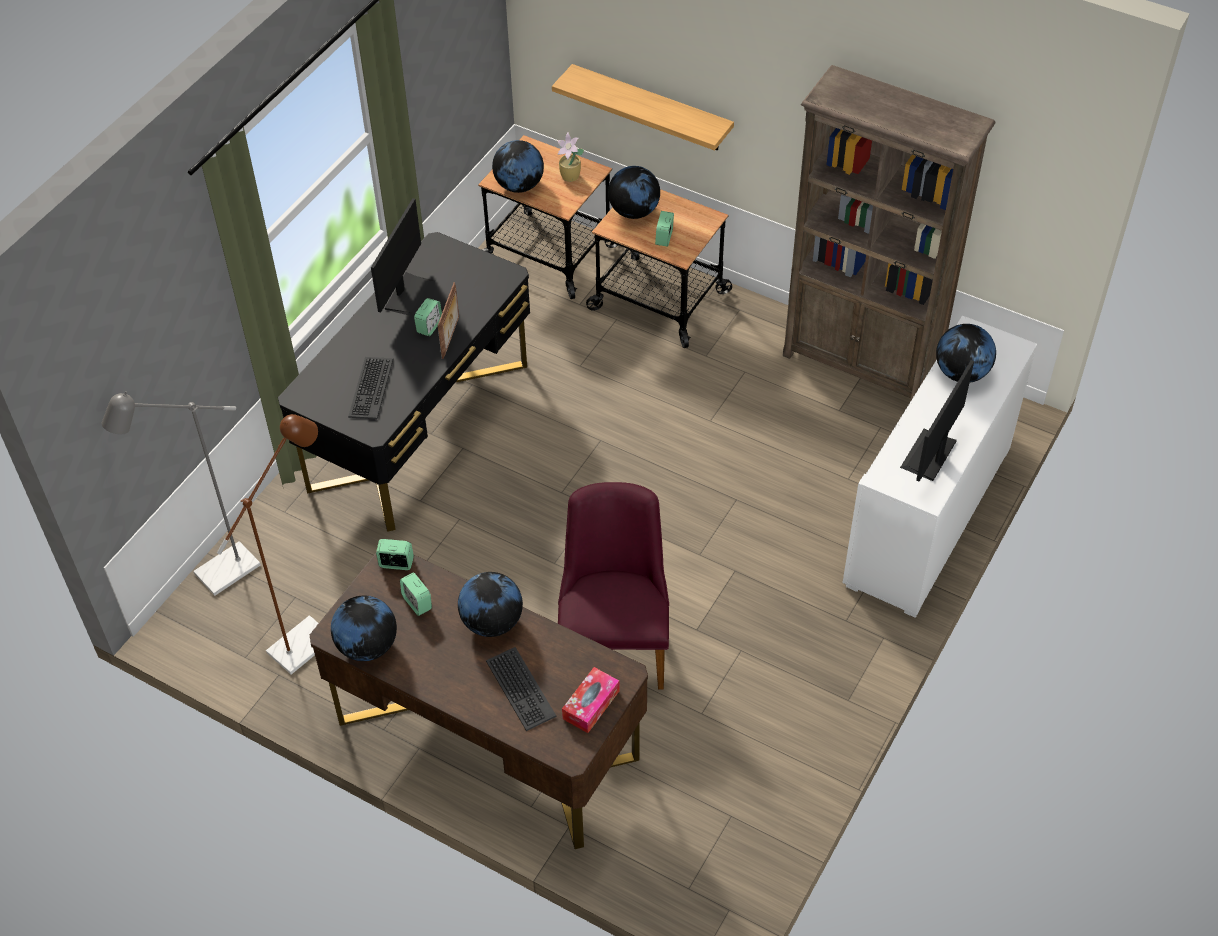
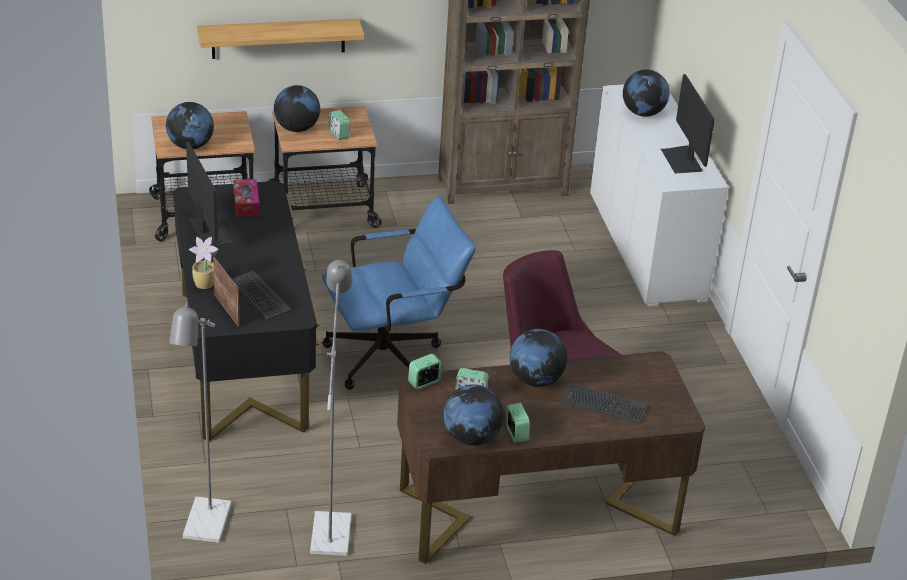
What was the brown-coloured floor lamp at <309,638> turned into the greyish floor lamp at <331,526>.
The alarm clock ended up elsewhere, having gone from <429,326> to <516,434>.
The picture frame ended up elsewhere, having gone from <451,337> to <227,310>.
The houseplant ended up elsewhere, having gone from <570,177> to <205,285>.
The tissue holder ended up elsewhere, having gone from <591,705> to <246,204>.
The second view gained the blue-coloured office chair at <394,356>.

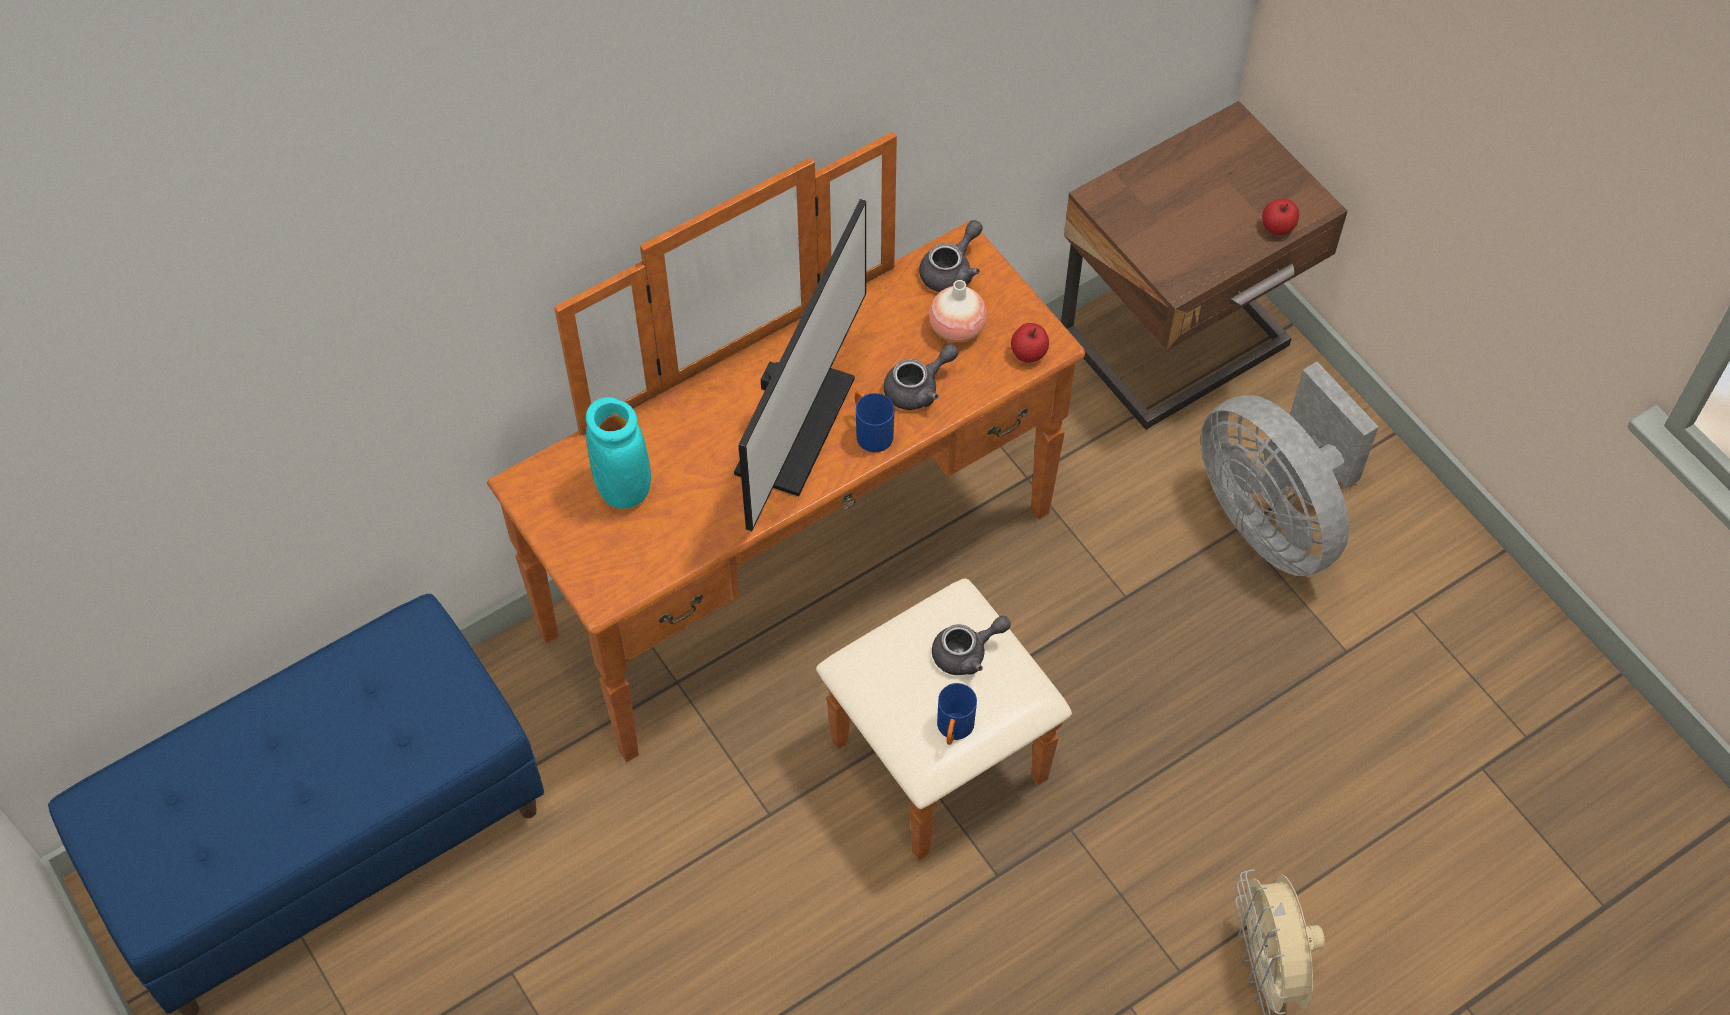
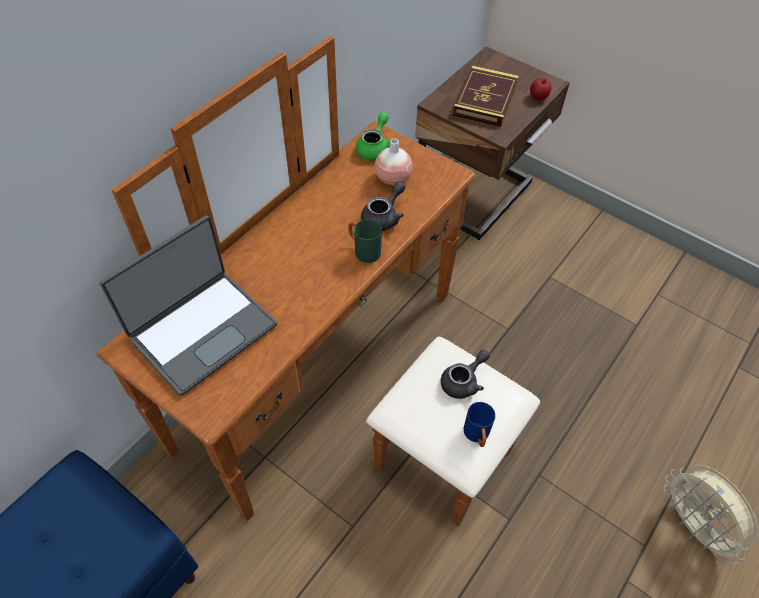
Where the turquoise-coloured vase stood at <623,487>, the notebook computer came to stand at <202,330>.
The second view lost the monitor at <795,426>.
What was the blue-coloured coffee mug at <870,431> turned into the green-coloured coffee mug at <363,250>.
What was the greyish teapot at <951,270> turned into the green-coloured teapot at <375,148>.
The second view lost the apple fruit at <1029,353>.
The second view lost the greyish fan at <1273,518>.
The second view gained the volume at <485,100>.

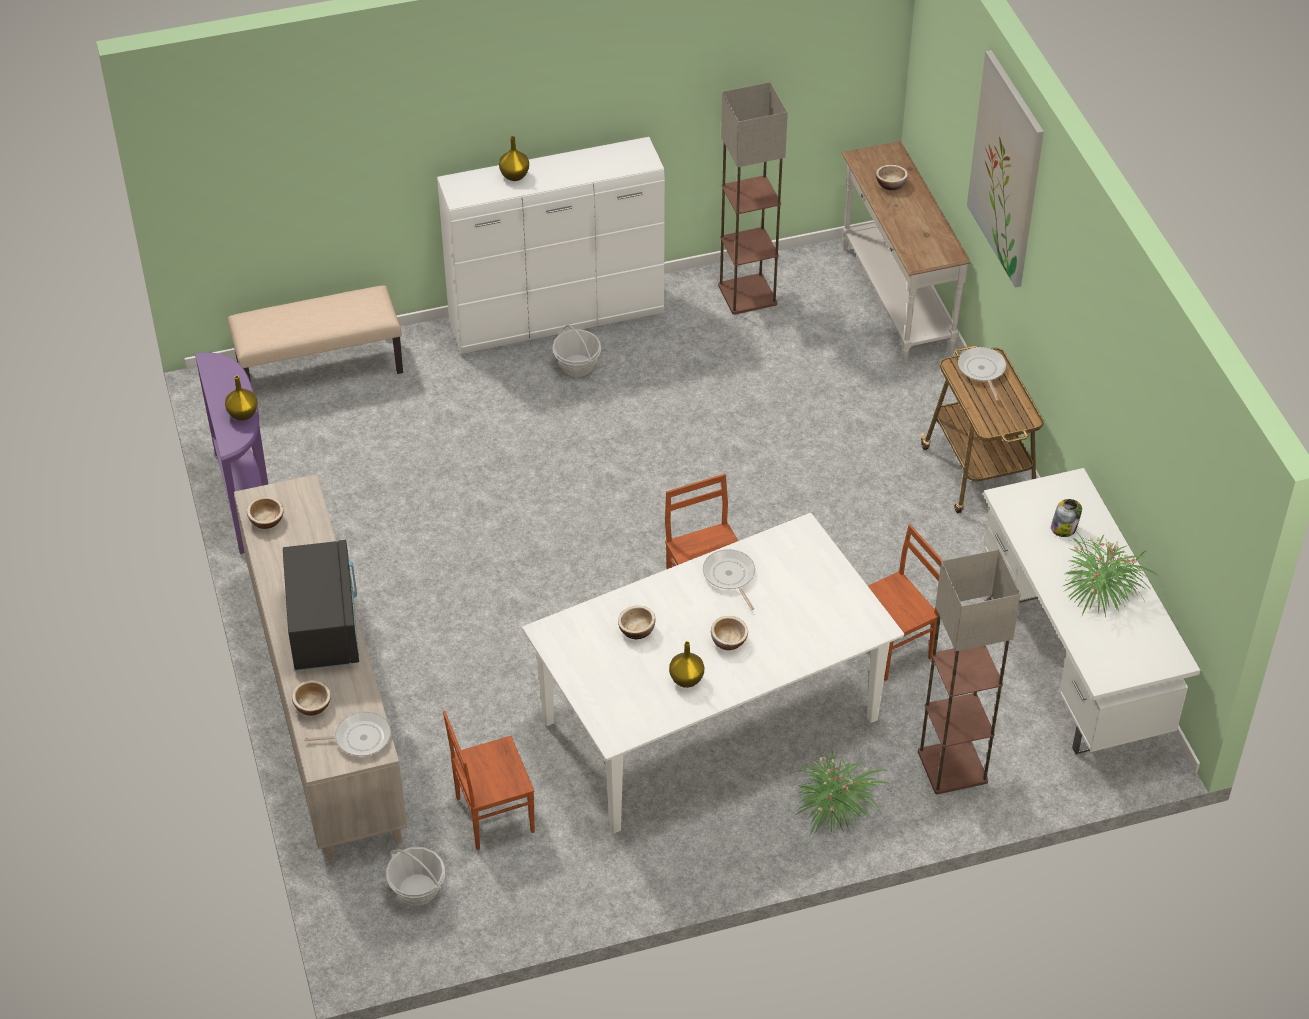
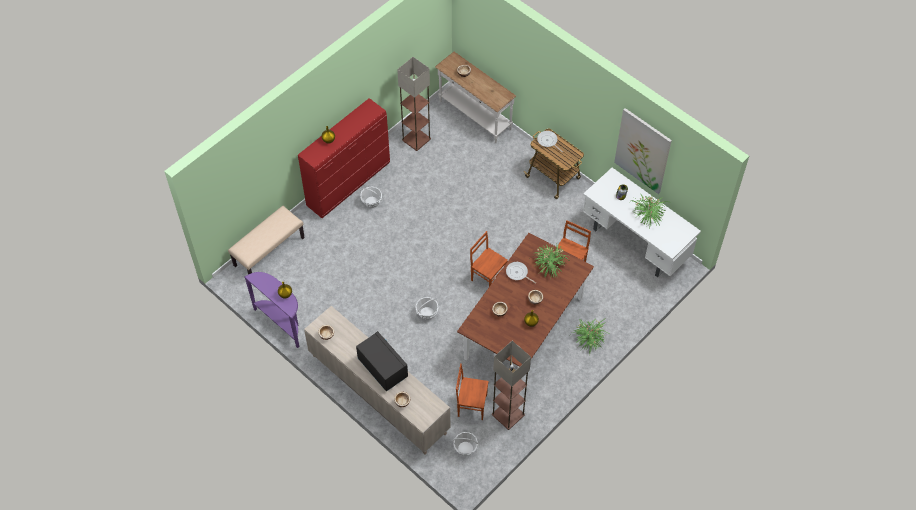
The second view lost the frying pan at <359,738>.
What was the whitish chest of drawers at <558,319> turned into the red-coloured chest of drawers at <349,184>.
The brown-coloured upright chair at <493,814> ended up facing another way, 60 degrees clockwise from before.
What was the whitish kitchen table at <710,721> turned into the brown-coloured kitchen table at <524,328>.
The floor lamp ended up elsewhere, having gone from <951,766> to <507,414>.
The picture ended up elsewhere, having gone from <1006,169> to <642,151>.
The second view gained the basket at <427,313>.
The second view gained the houseplant at <549,264>.

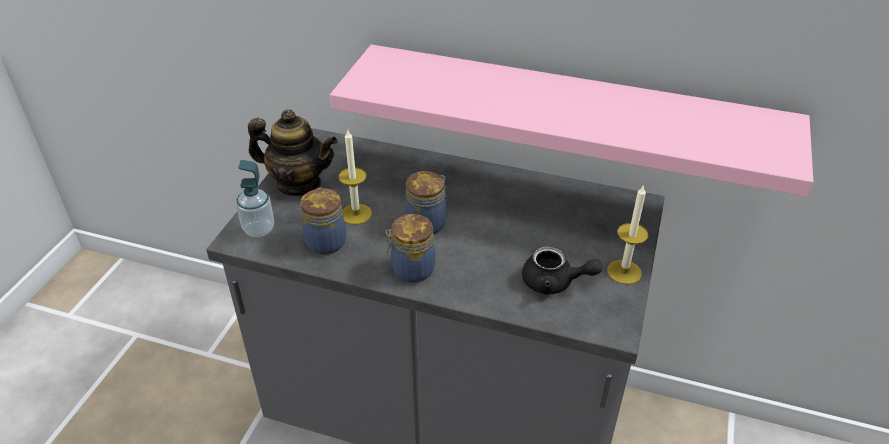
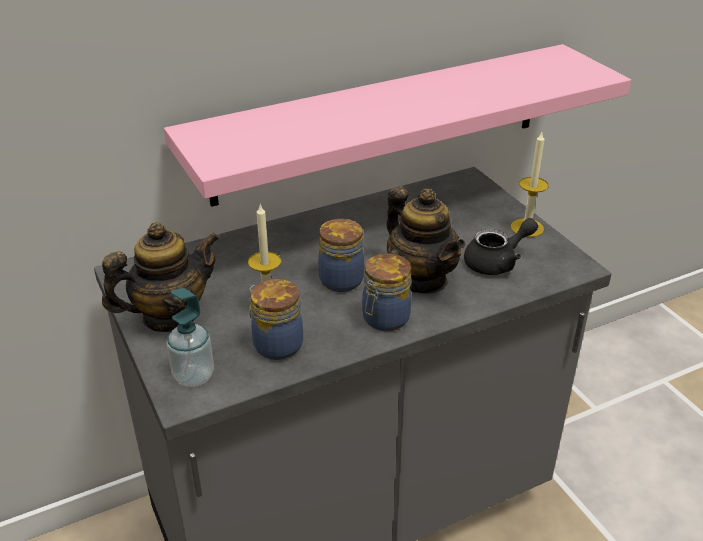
The second view gained the teapot at <421,279>.

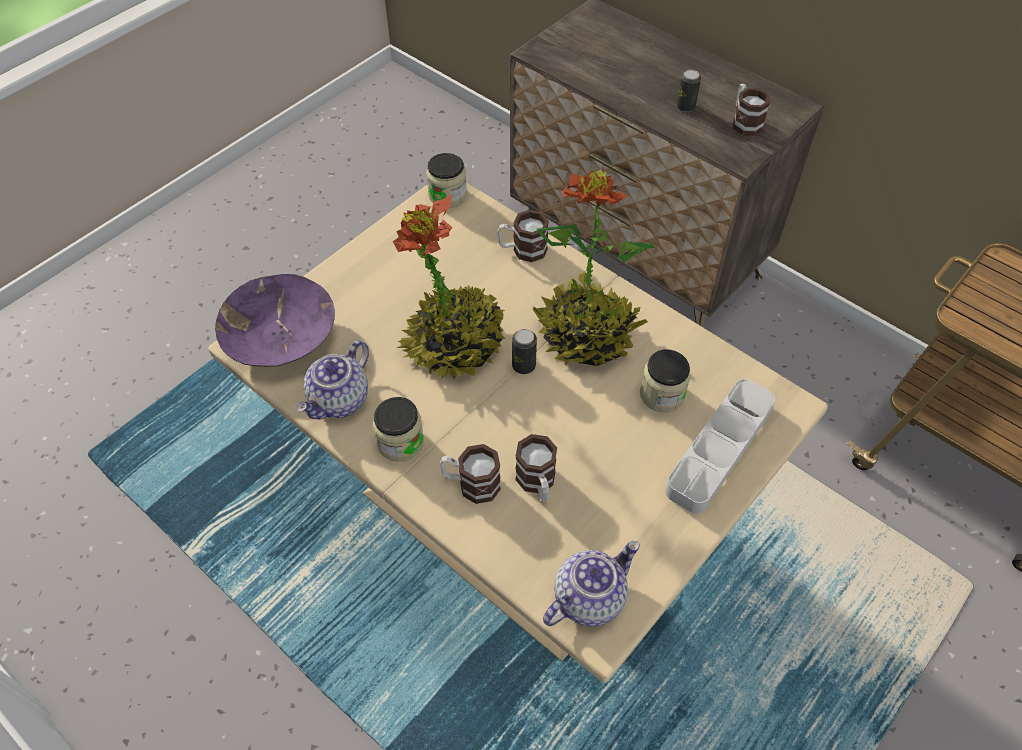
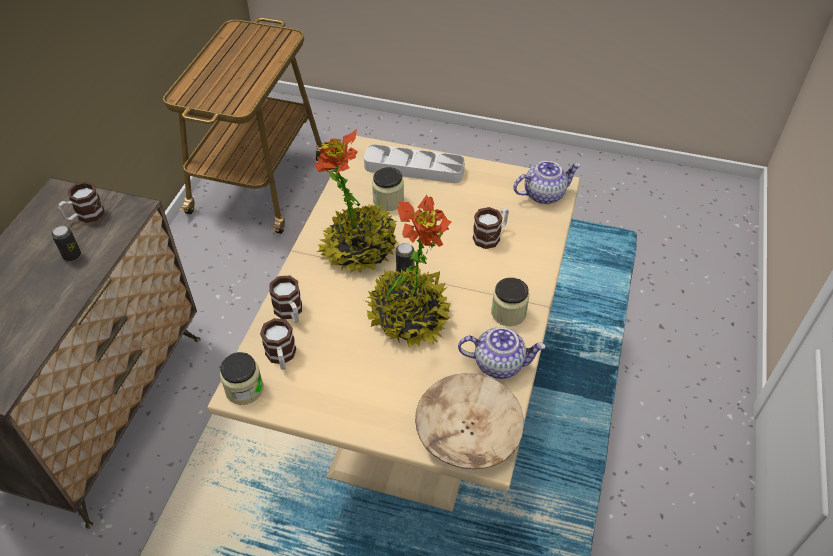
What was the purplish bowl at <281,337> turned into the beige-coloured bowl at <467,433>.
The coffee mug ended up elsewhere, having gone from <471,484> to <281,357>.
The teapot at <588,597> ended up facing another way, 135 degrees clockwise from before.

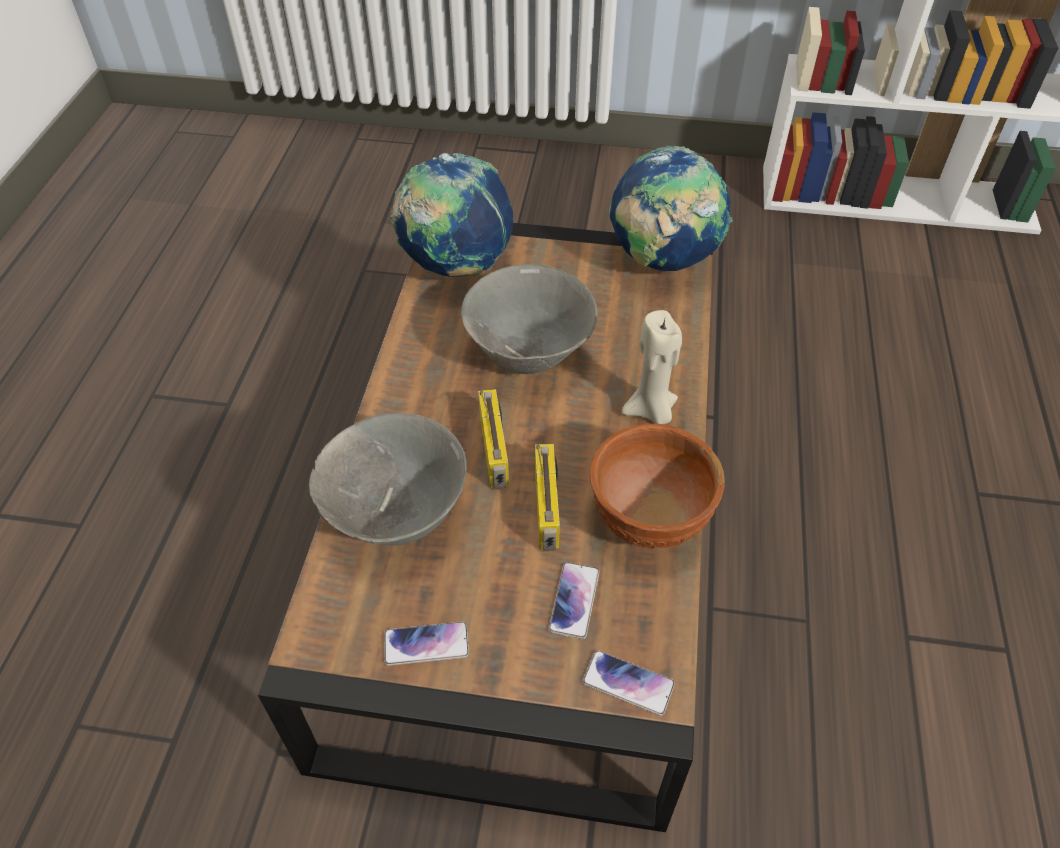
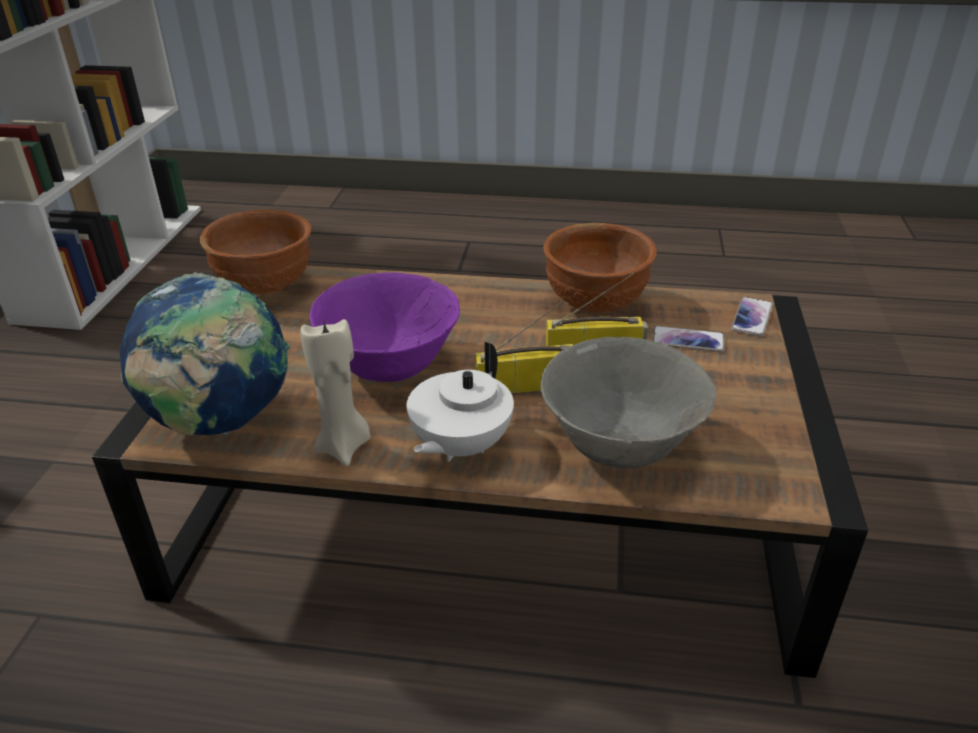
The second view lost the telephone at <426,644>.
What was the greyish bowl at <529,354> turned into the purplish bowl at <390,366>.
Where the globe stood at <662,261>, the brown-coloured bowl came to stand at <267,287>.
The beige-coloured wax light ended up elsewhere, having gone from <651,411> to <344,447>.
The second view gained the whitish teapot at <459,446>.

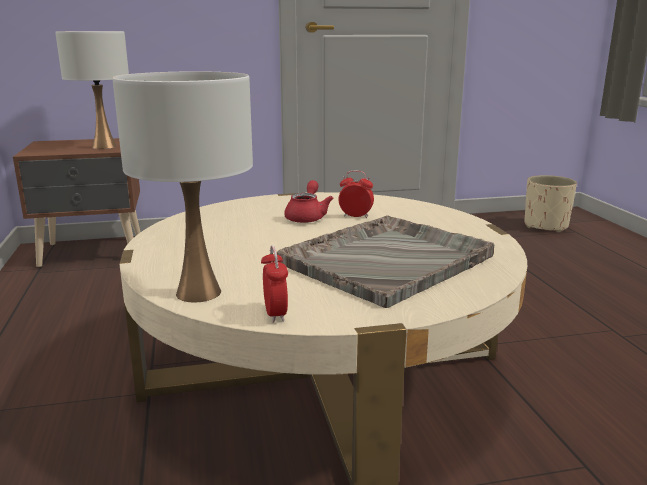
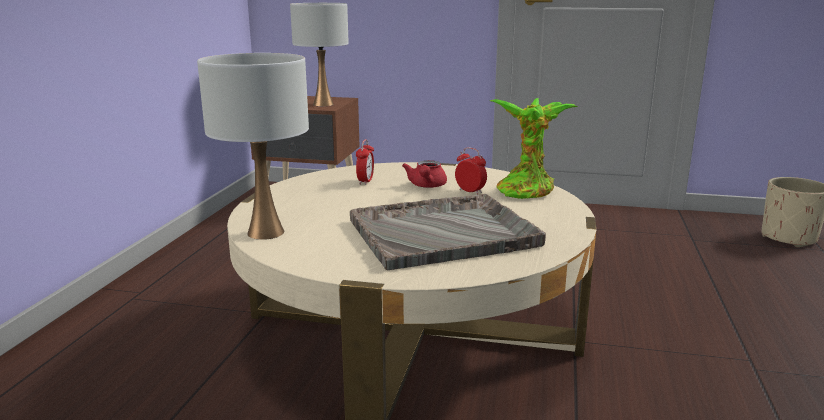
The alarm clock ended up elsewhere, having gone from <275,314> to <365,181>.
The red-coloured teapot at <307,217> ended up facing another way, 150 degrees clockwise from before.
The second view gained the houseplant at <526,189>.

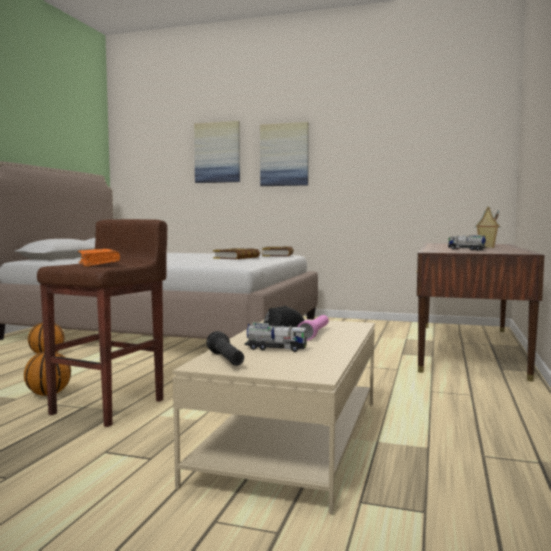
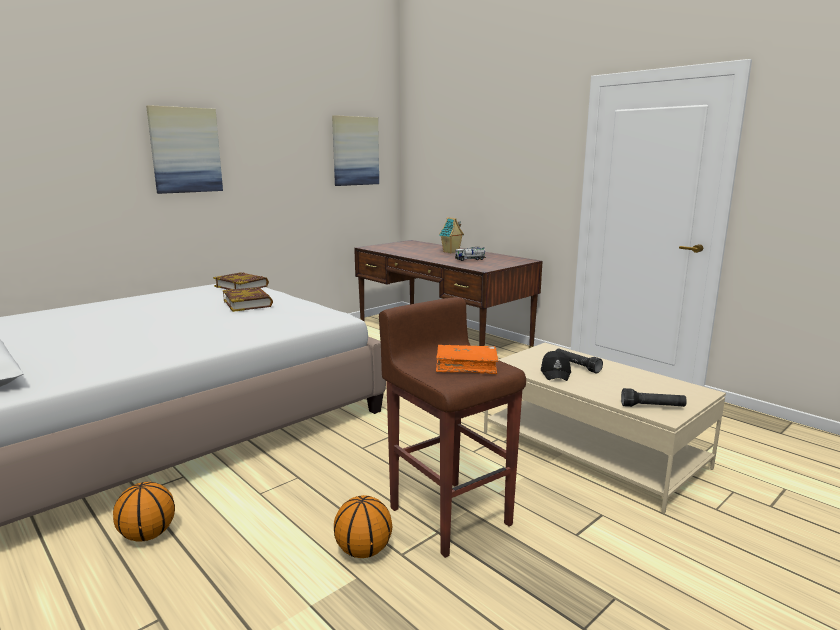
The picture ended up elsewhere, having gone from <217,152> to <355,151>.
The second view lost the model truck at <276,348>.
What was the pink torch at <315,334> turned into the blackish torch at <576,366>.

